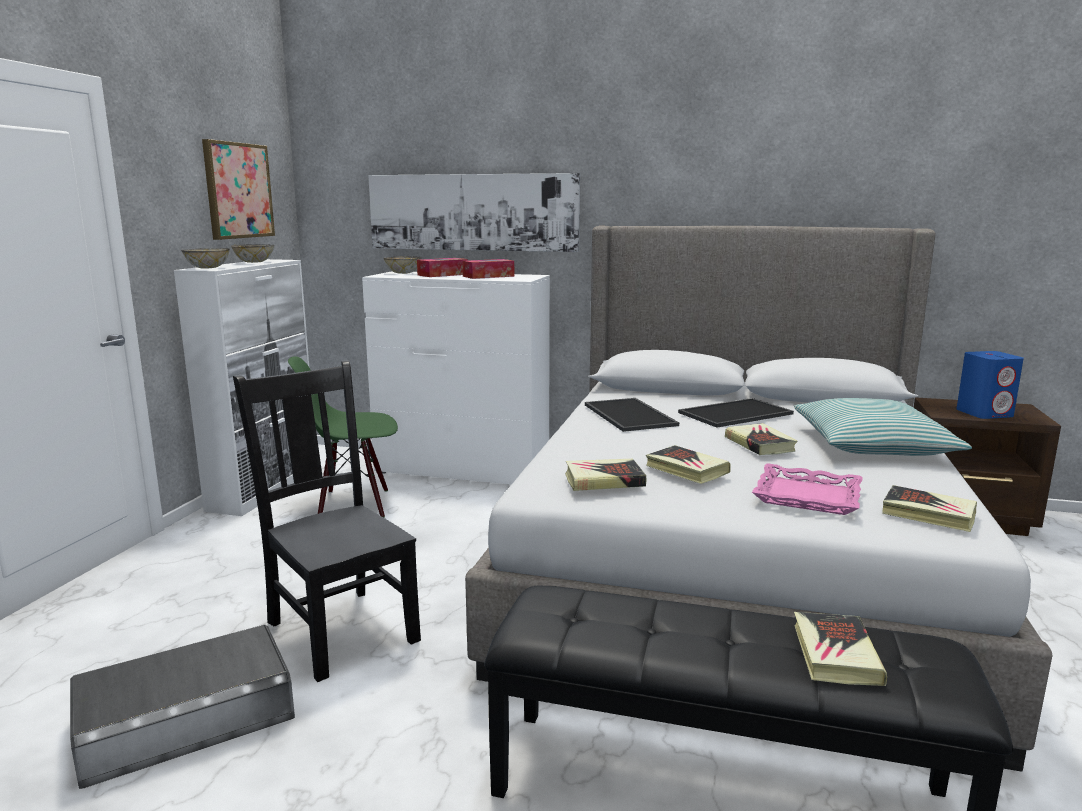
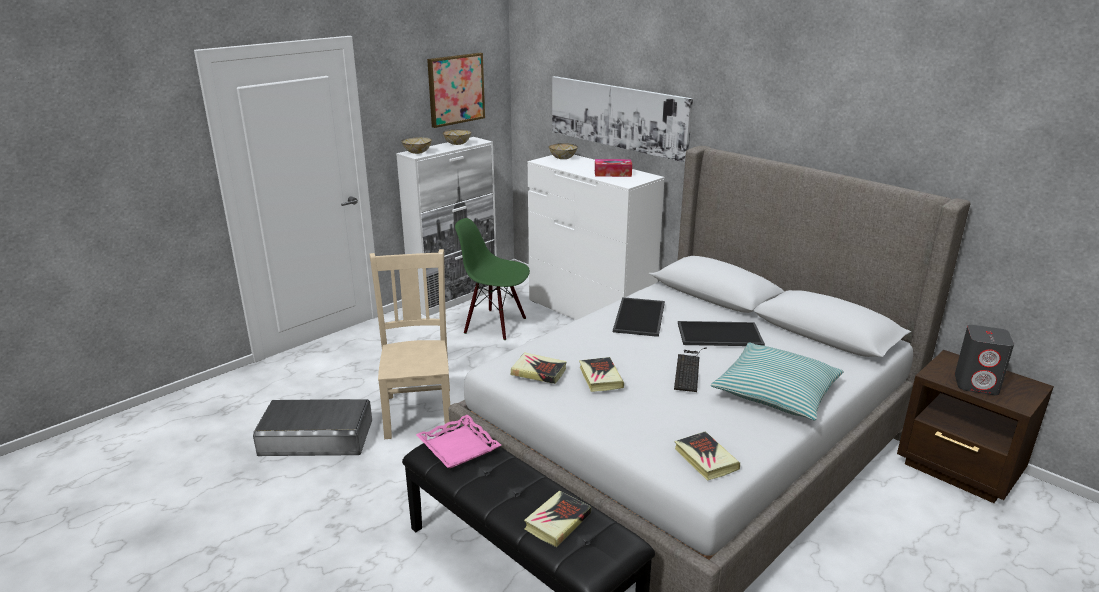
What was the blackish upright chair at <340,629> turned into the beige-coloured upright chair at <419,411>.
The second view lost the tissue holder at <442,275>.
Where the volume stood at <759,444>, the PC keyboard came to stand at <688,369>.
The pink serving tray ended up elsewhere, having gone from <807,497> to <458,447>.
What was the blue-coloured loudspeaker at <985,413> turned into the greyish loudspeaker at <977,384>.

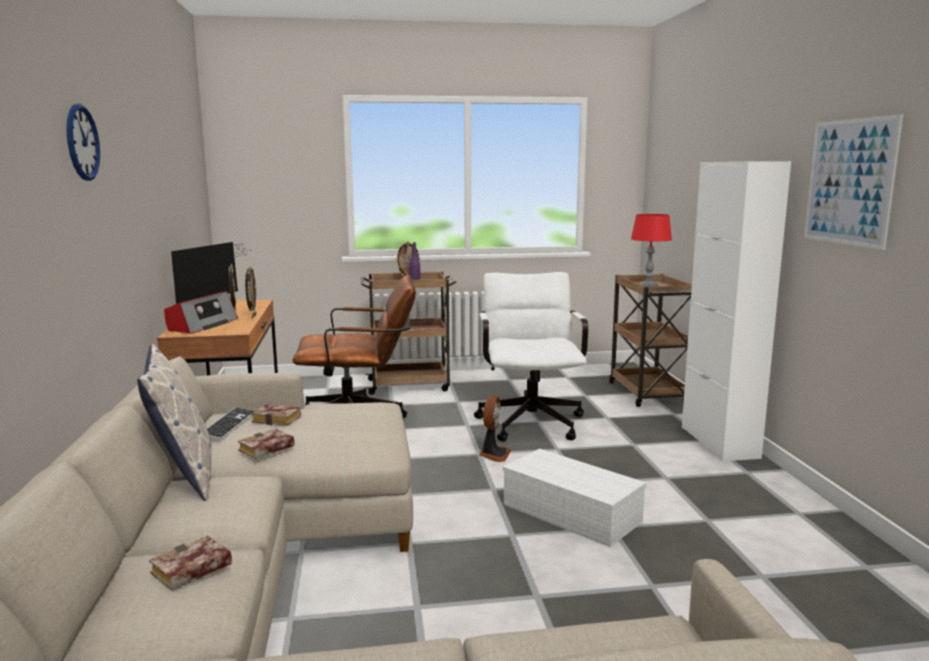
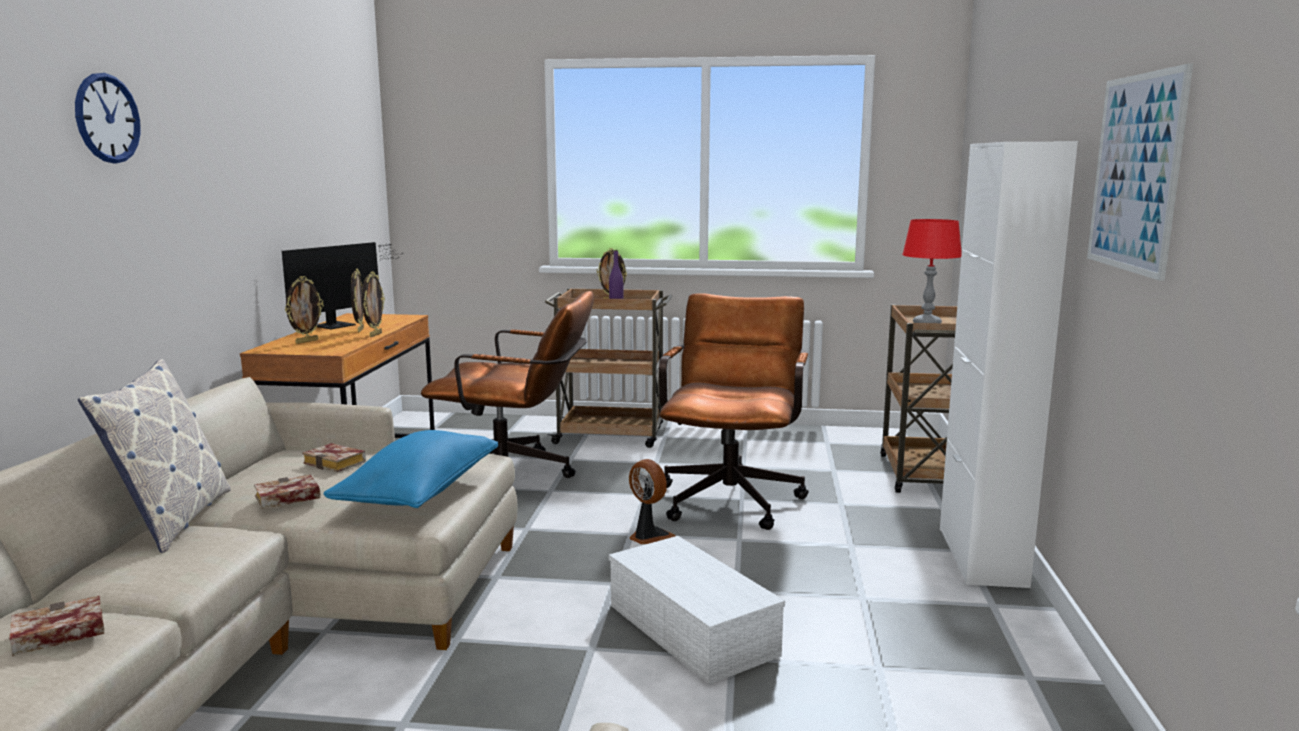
Where the radio set stood at <202,325>, the picture frame came to stand at <306,341>.
The second view lost the PC keyboard at <229,425>.
What was the whitish office chair at <530,420> turned into the brown-coloured office chair at <732,496>.
The fan at <494,454> ended up facing another way, 75 degrees counterclockwise from before.
The second view gained the blue-coloured cushion at <419,493>.

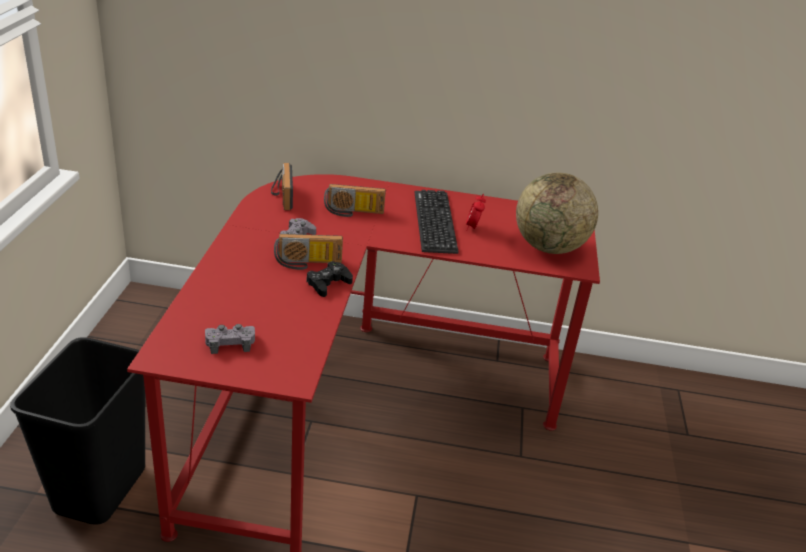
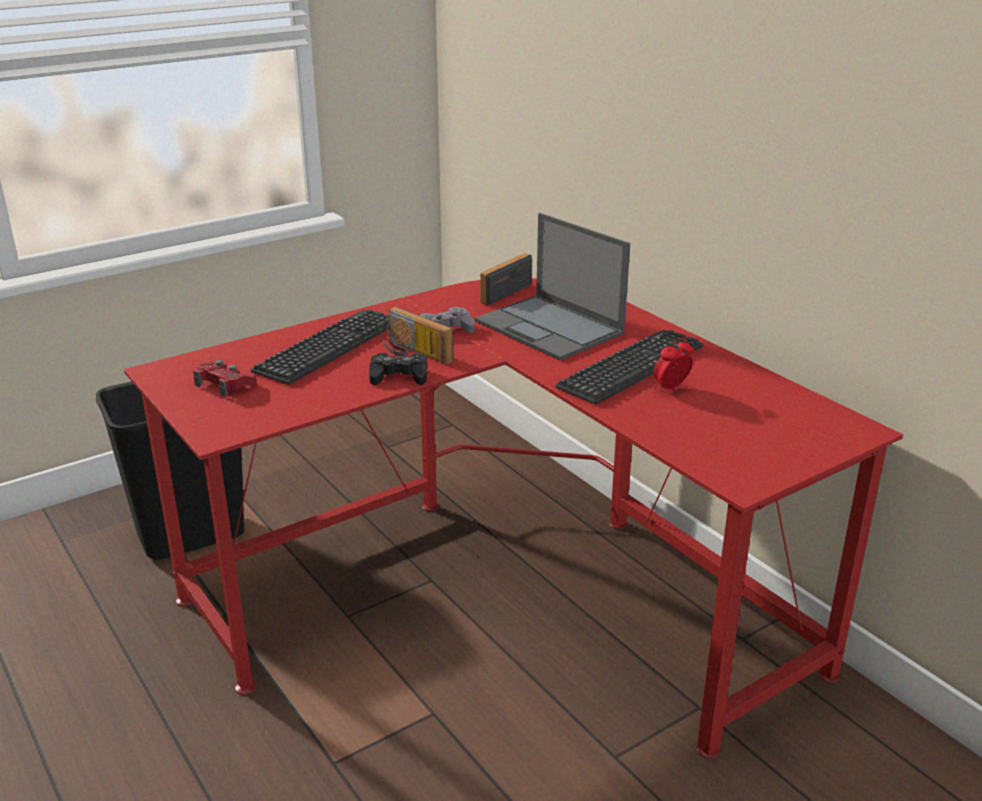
What was the greyish joypad at <230,343> turned into the red-coloured joypad at <225,384>.
Where the radio set stood at <353,212>, the notebook computer came to stand at <550,328>.
The second view lost the globe at <549,247>.
The second view gained the PC keyboard at <328,347>.

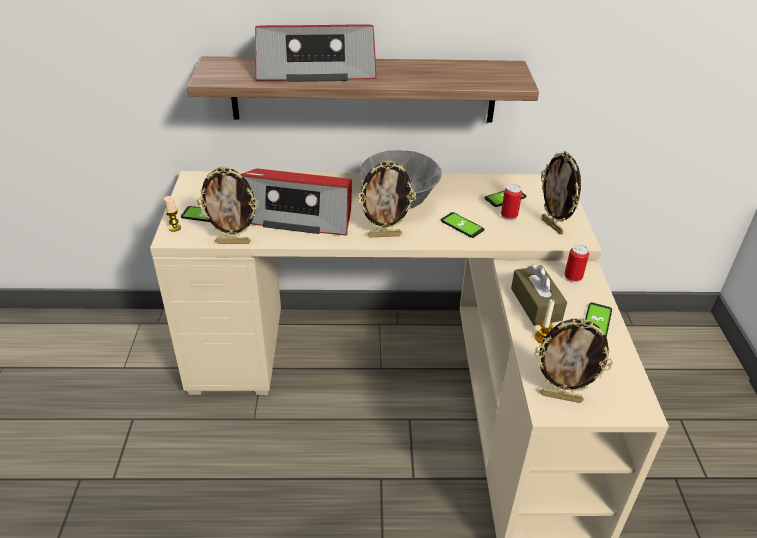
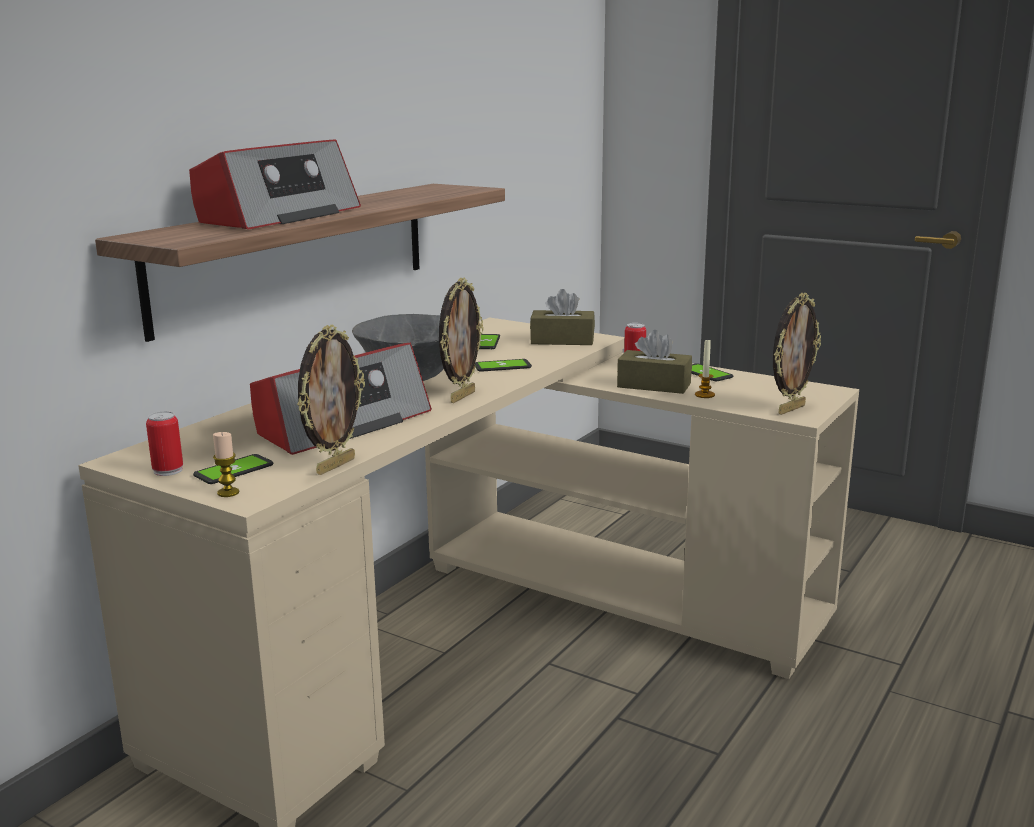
The metal can ended up elsewhere, having gone from <509,216> to <168,470>.
Where the picture frame stood at <552,226>, the brown-coloured tissue holder came to stand at <562,340>.

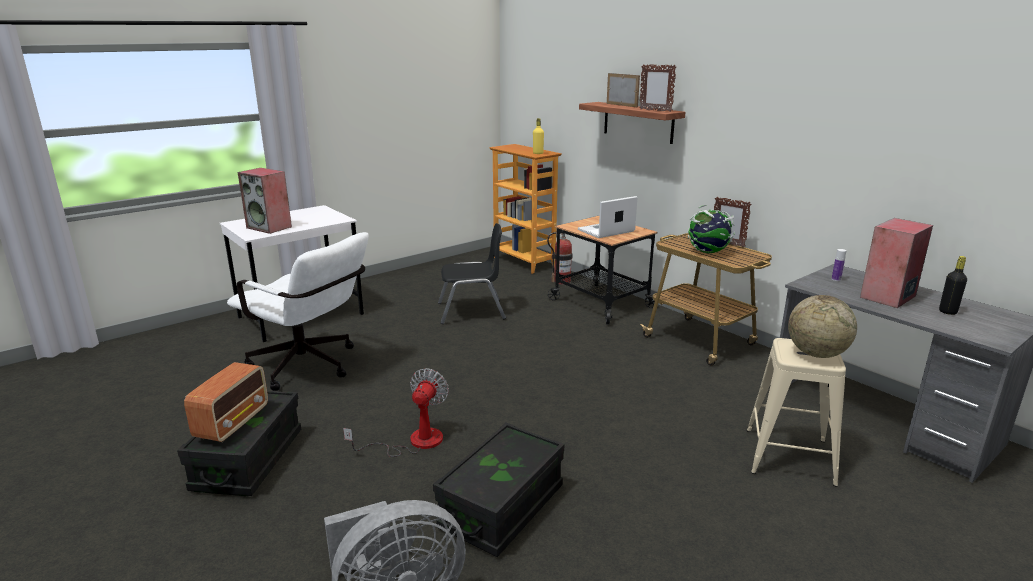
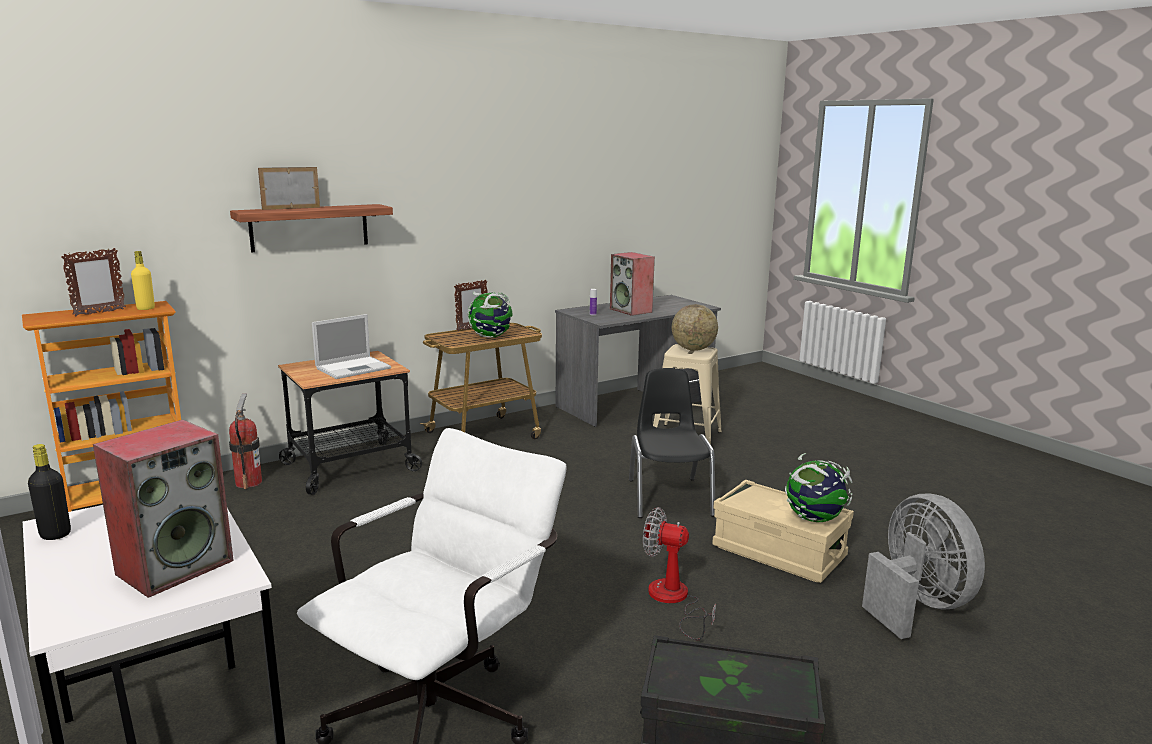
The second view lost the radio set at <233,422>.
What was the blackish storage bin at <502,507> turned into the beige-coloured storage bin at <778,552>.
The blackish upright chair ended up elsewhere, having gone from <471,311> to <669,497>.
The notebook computer at <605,231> ended up facing another way, 105 degrees counterclockwise from before.
The picture frame ended up elsewhere, having gone from <655,110> to <99,313>.
The blackish bottle ended up elsewhere, having gone from <947,311> to <55,534>.
The second view gained the globe at <814,519>.

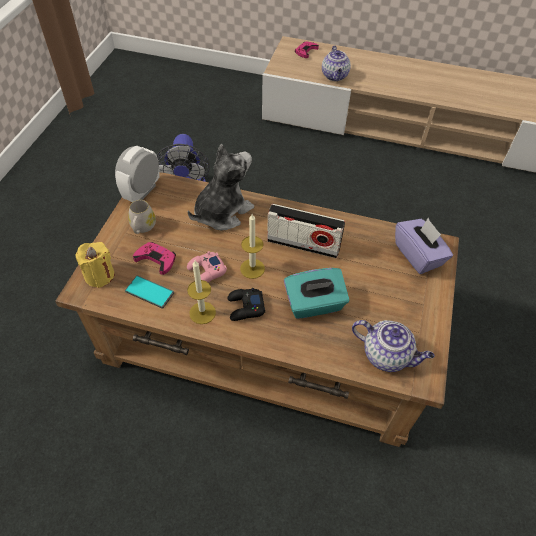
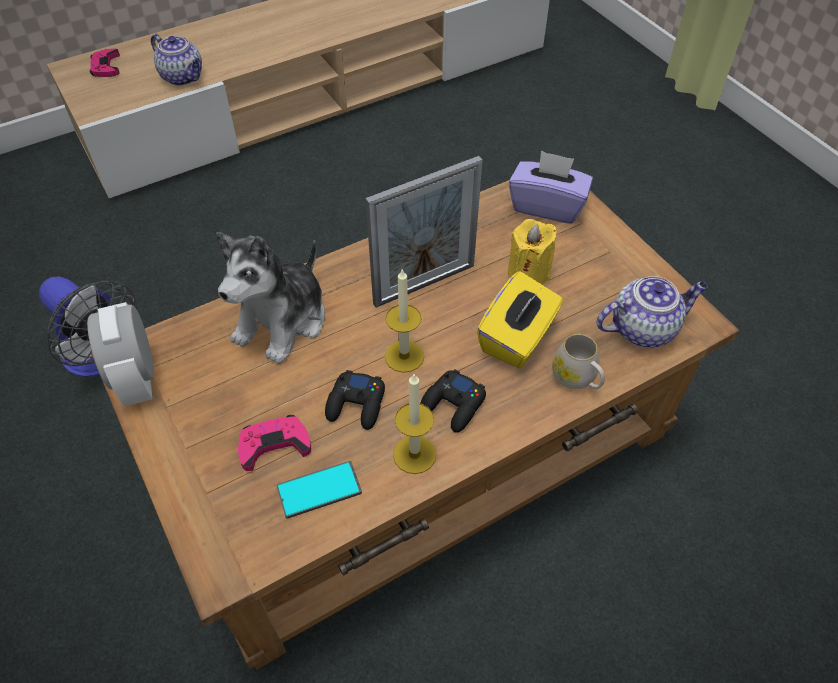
The yellow-coloured wax light ended up elsewhere, having gone from <99,275> to <528,272>.
The whitish coffee mug ended up elsewhere, having gone from <142,228> to <577,379>.
What was the pink joypad at <206,271> turned into the blackish joypad at <356,404>.
The plush toy at <222,212> ended up facing another way, 150 degrees counterclockwise from before.
Where the radio set stood at <303,244>, the picture frame came to stand at <424,284>.
What was the turquoise-coloured tissue holder at <314,304> turned into the yellow-coloured tissue holder at <517,338>.

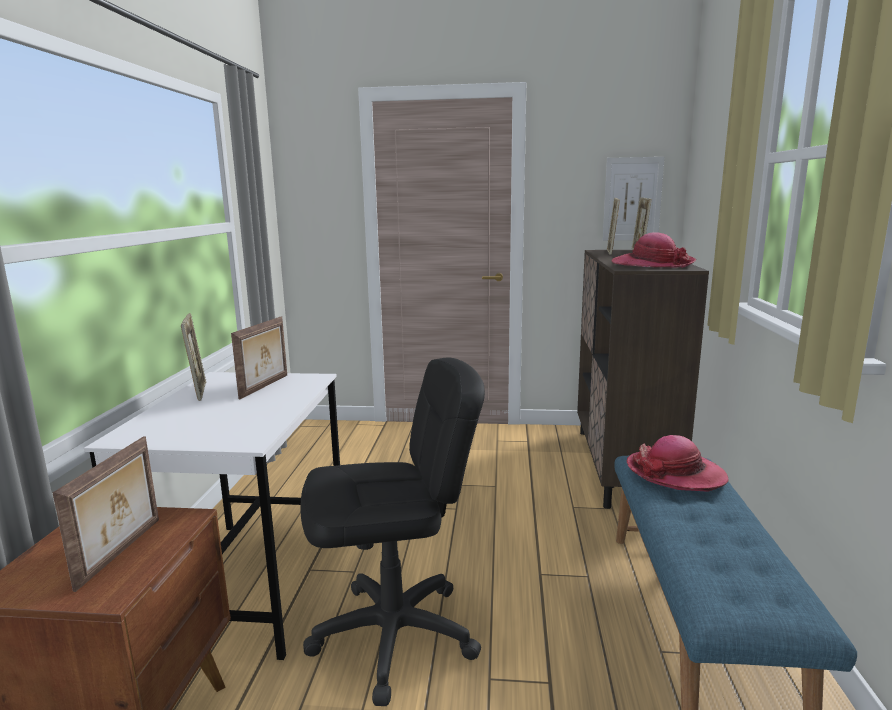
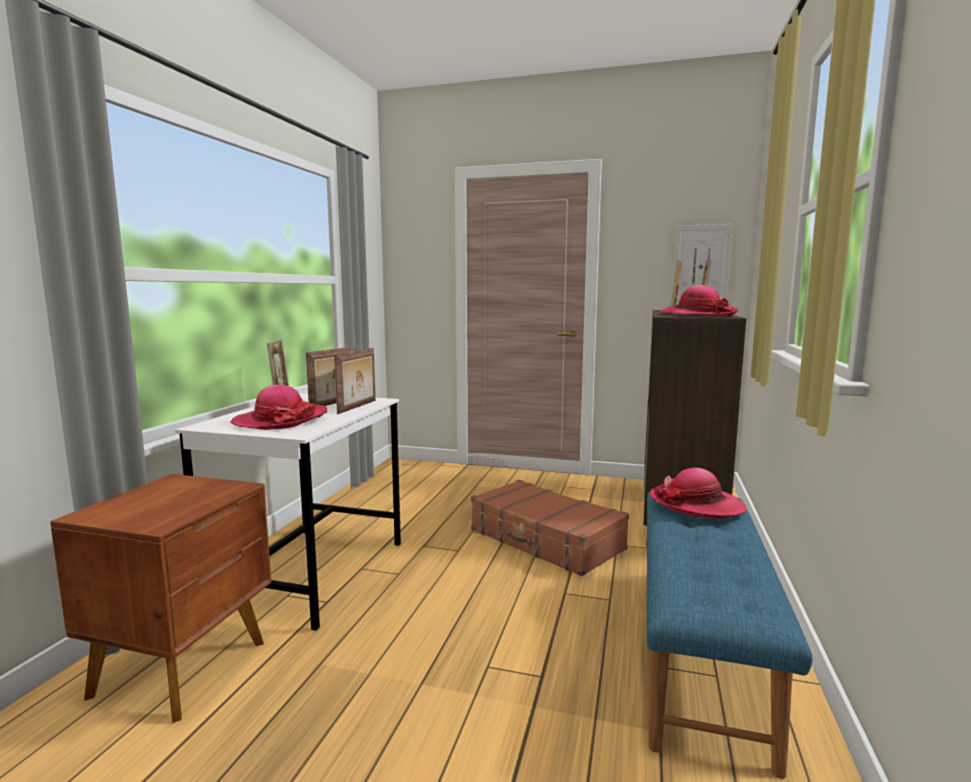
The picture frame ended up elsewhere, having gone from <122,552> to <358,407>.
The second view lost the blackish office chair at <395,636>.
The second view gained the clothing hat at <281,420>.
The second view gained the brown-coloured travel case at <545,540>.

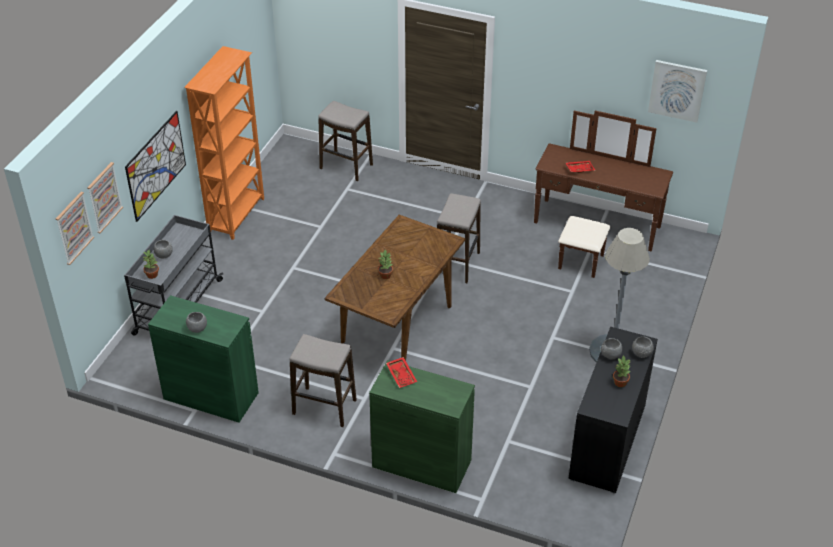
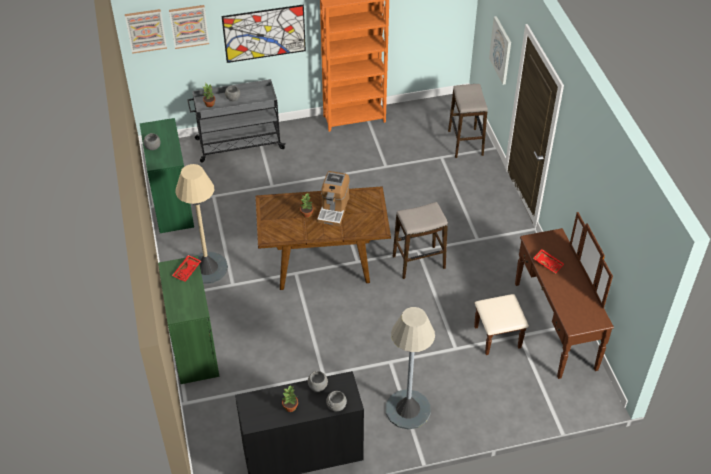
Where the stool seat stood at <324,407>, the beige-coloured floor lamp came to stand at <207,268>.
The picture ended up elsewhere, having gone from <677,90> to <501,50>.
The second view gained the coffee maker at <333,209>.

